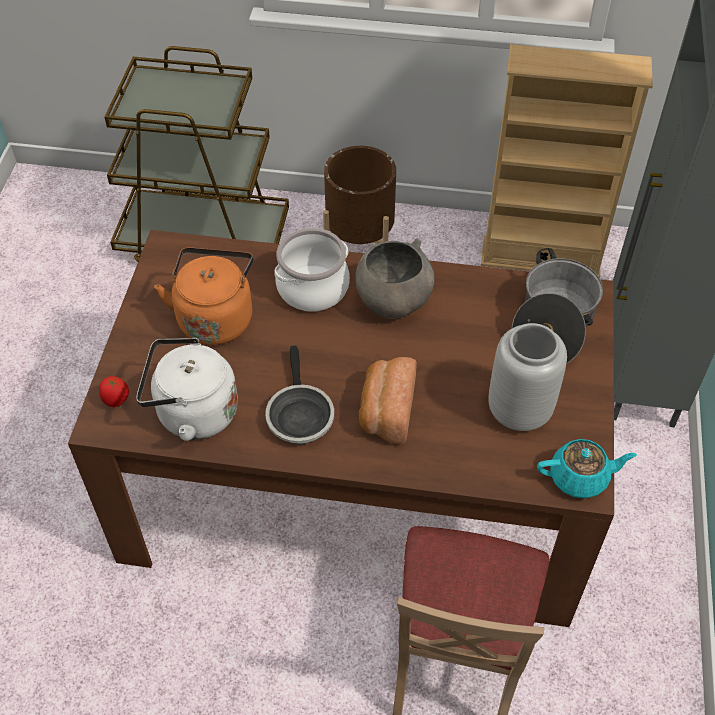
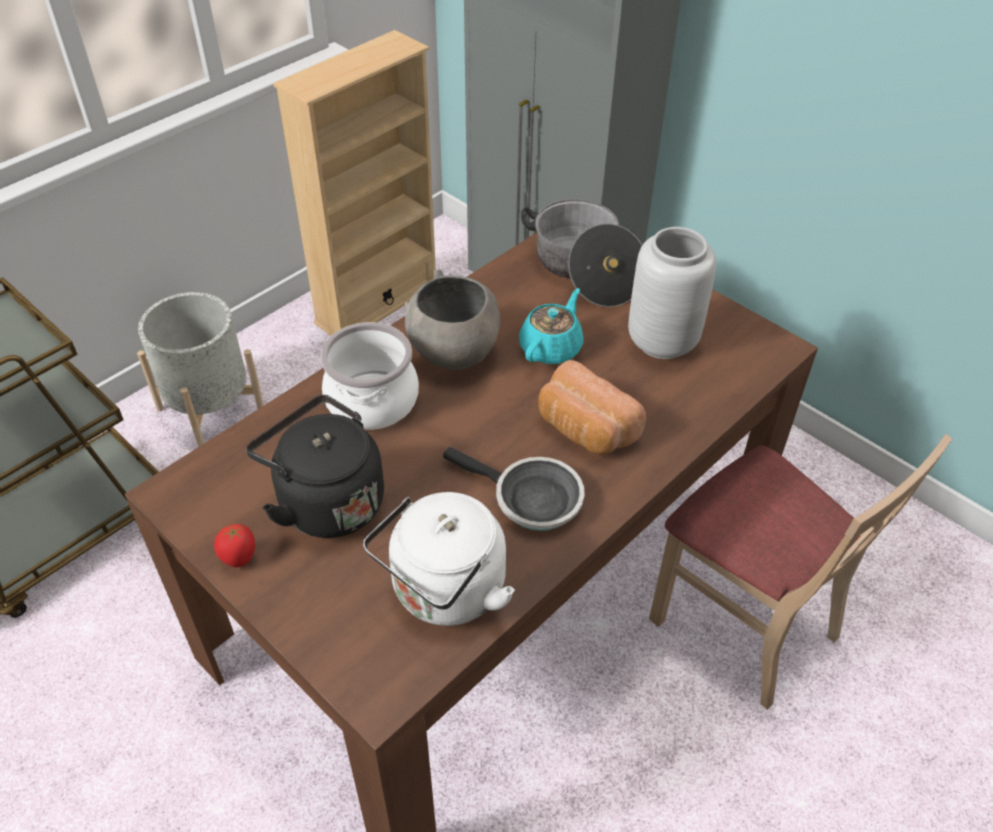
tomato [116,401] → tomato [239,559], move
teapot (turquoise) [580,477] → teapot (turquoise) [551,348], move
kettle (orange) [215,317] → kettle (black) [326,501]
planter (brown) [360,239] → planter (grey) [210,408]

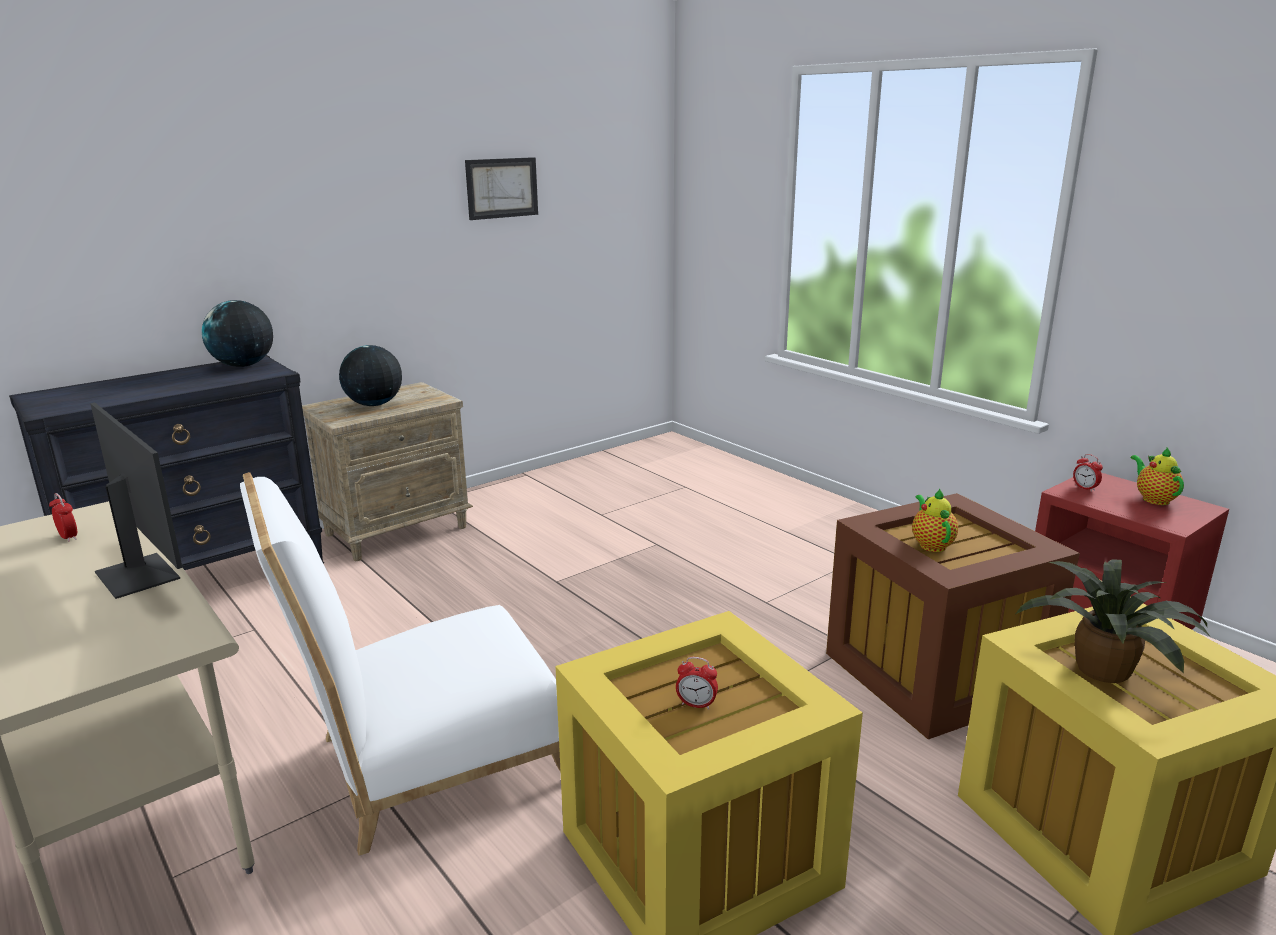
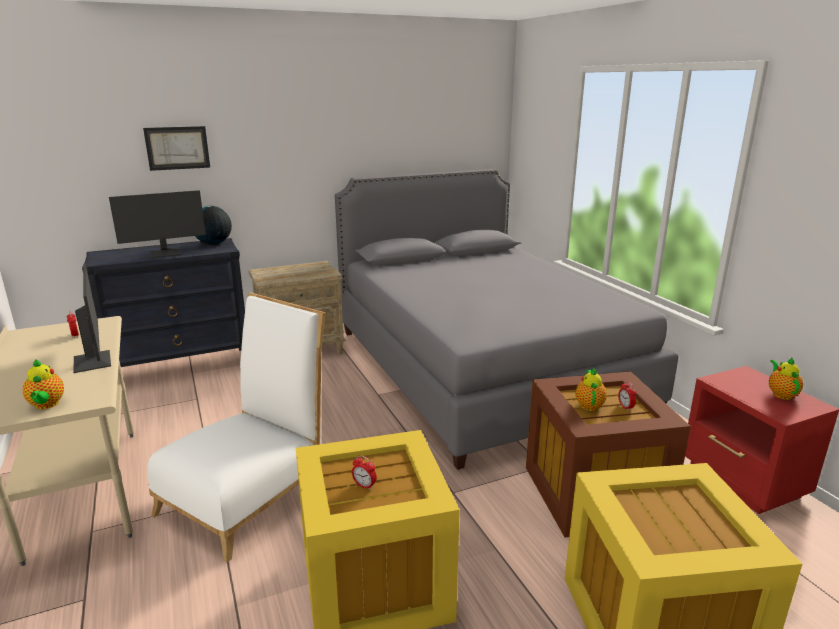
globe [374,404] → -
potted plant [1105,668] → -
- → teapot [46,405]
- → monitor [165,253]
- → bed (grey) [482,368]
picture [502,188] → picture [177,148], move
alarm clock [1085,488] → alarm clock [625,407], move
chair (white) [428,764] → chair (white) [250,494], 135 degrees clockwise

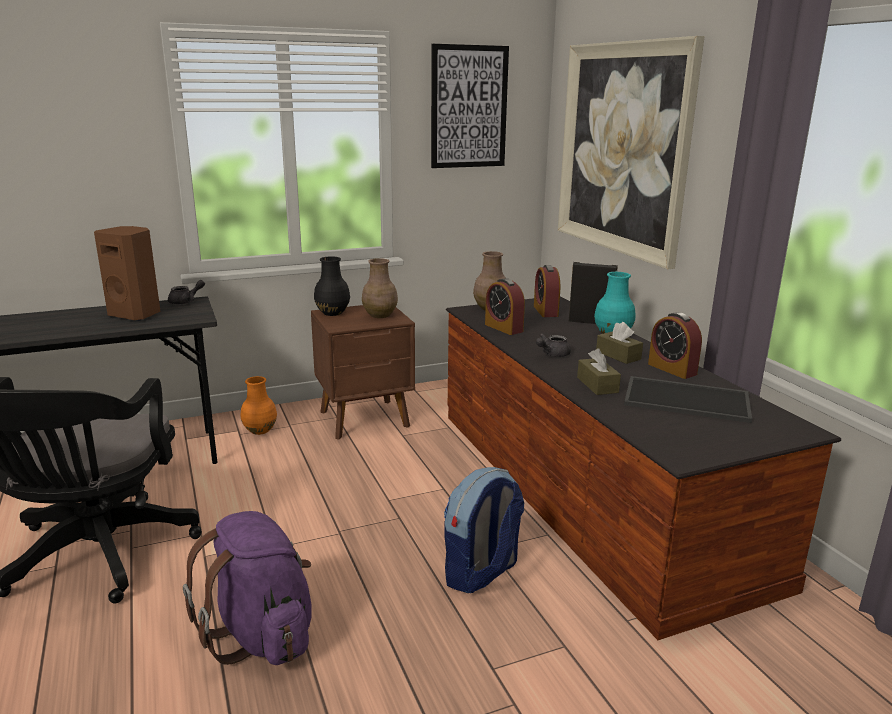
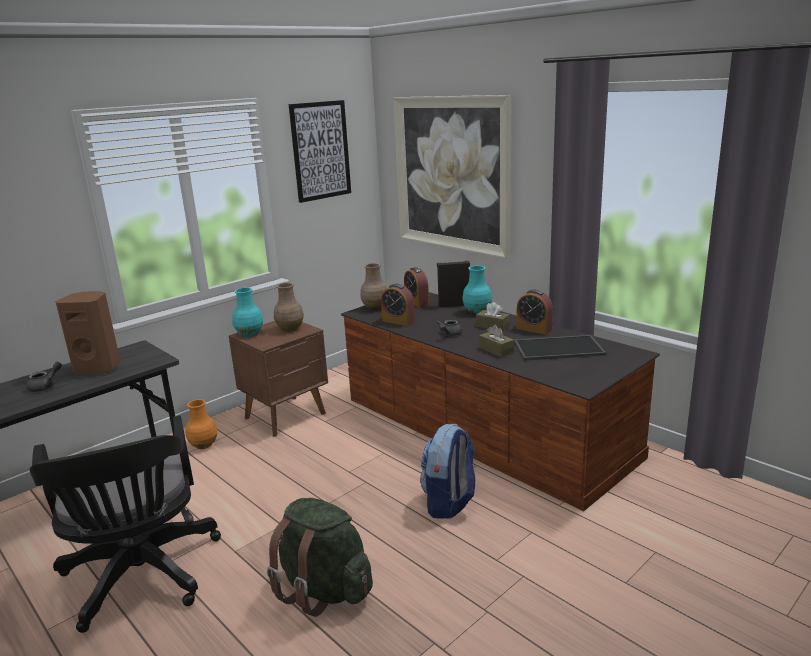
teapot (grey) [186,302] → teapot (grey) [46,386], move
backpack (purple) [262,634] → backpack (green) [324,590]
vase (black) [333,313] → vase (turquoise) [250,334]

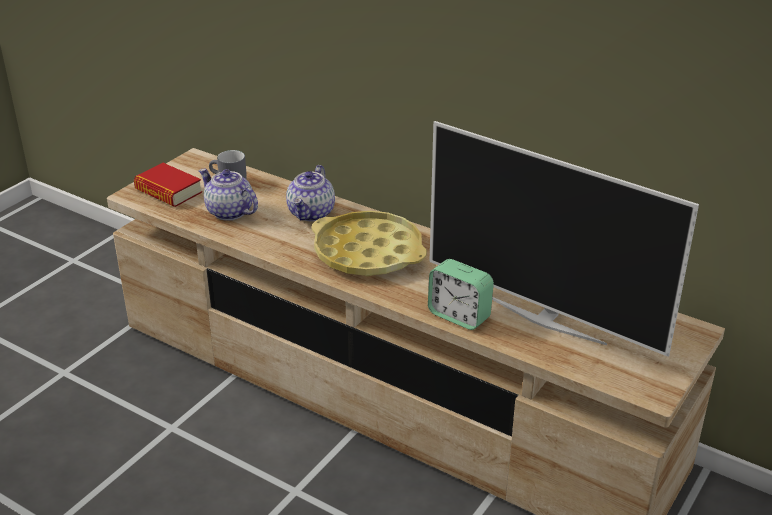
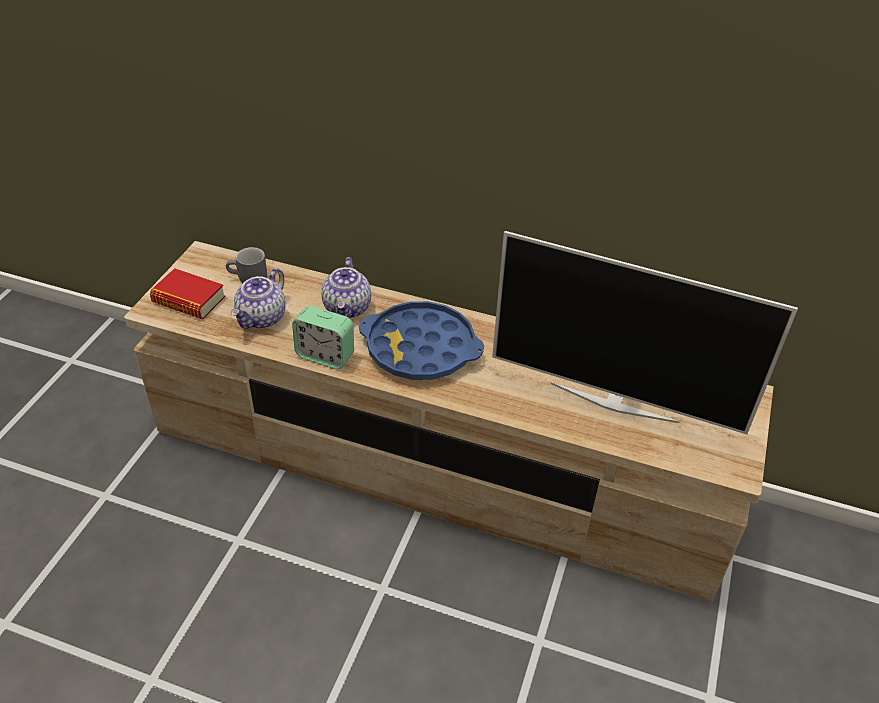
alarm clock [459,316] → alarm clock [325,355], move
tray (yellow) [368,252] → tray (blue) [420,348]
teapot [229,212] → teapot [262,318], 90 degrees counterclockwise

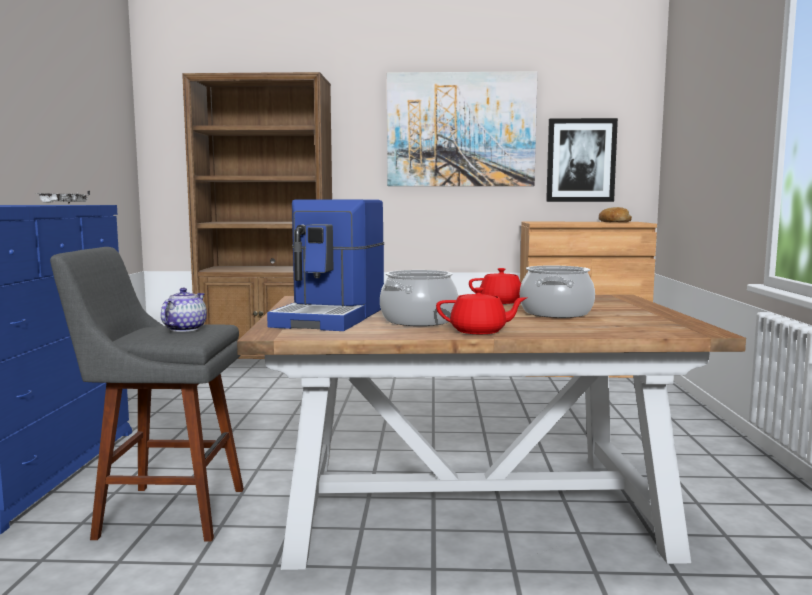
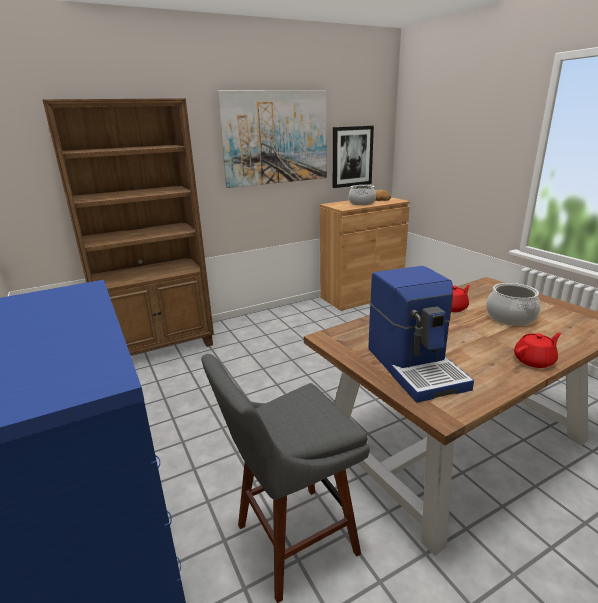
tray (white) [63,204] → -
teapot [184,329] → -
cooking pot [418,320] → cooking pot [361,203], move

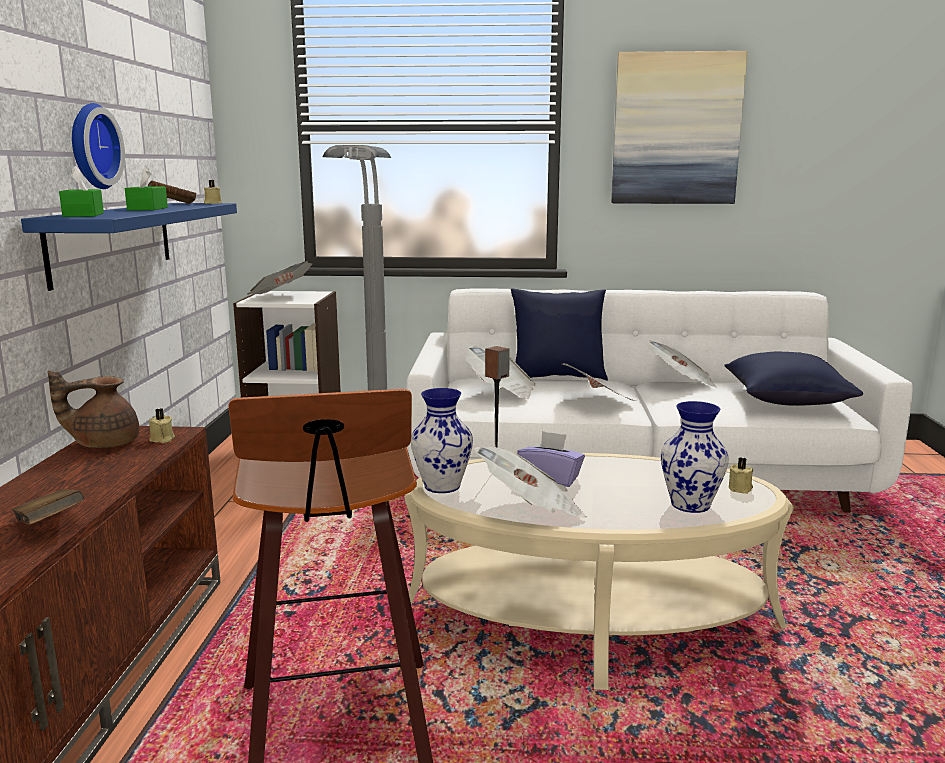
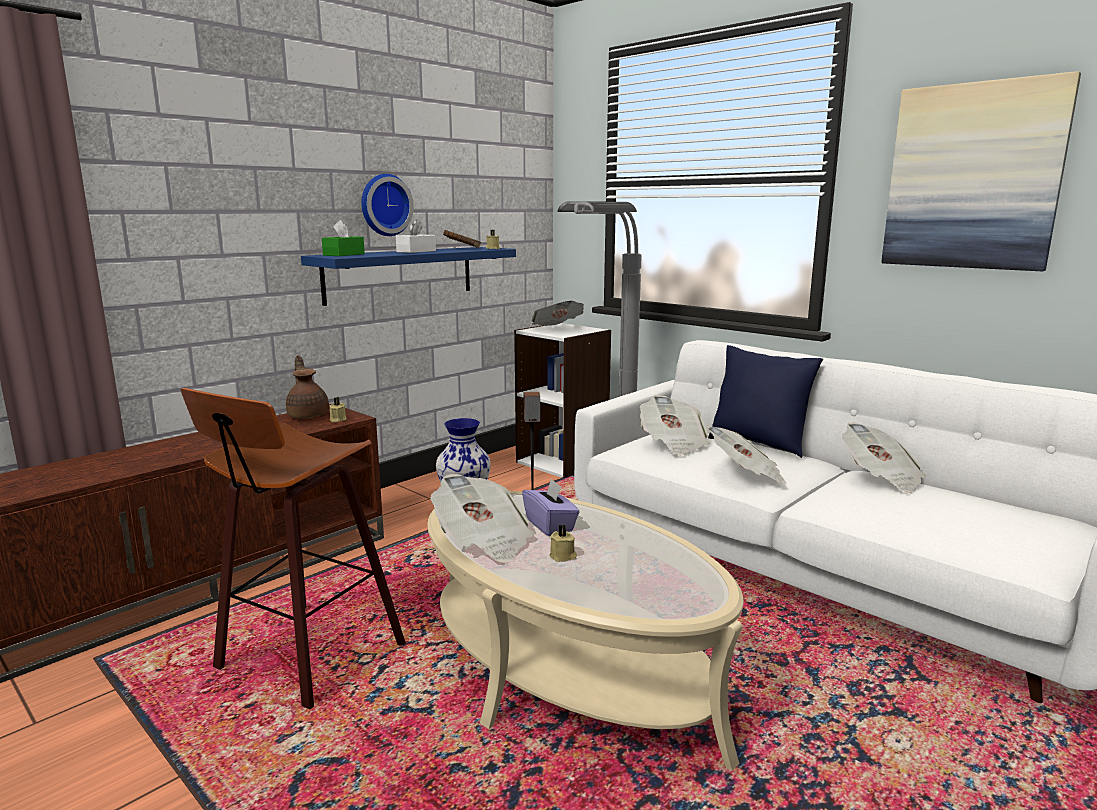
book (brown) [50,525] → -
vase [691,505] → -
pillow (blue) [786,400] → -
candle (beige) [741,488] → candle (beige) [563,556], move
tissue box (green) [148,209] → tissue box (white) [416,251]
teapot (brown) [104,443] → teapot (brown) [308,415], 45 degrees clockwise

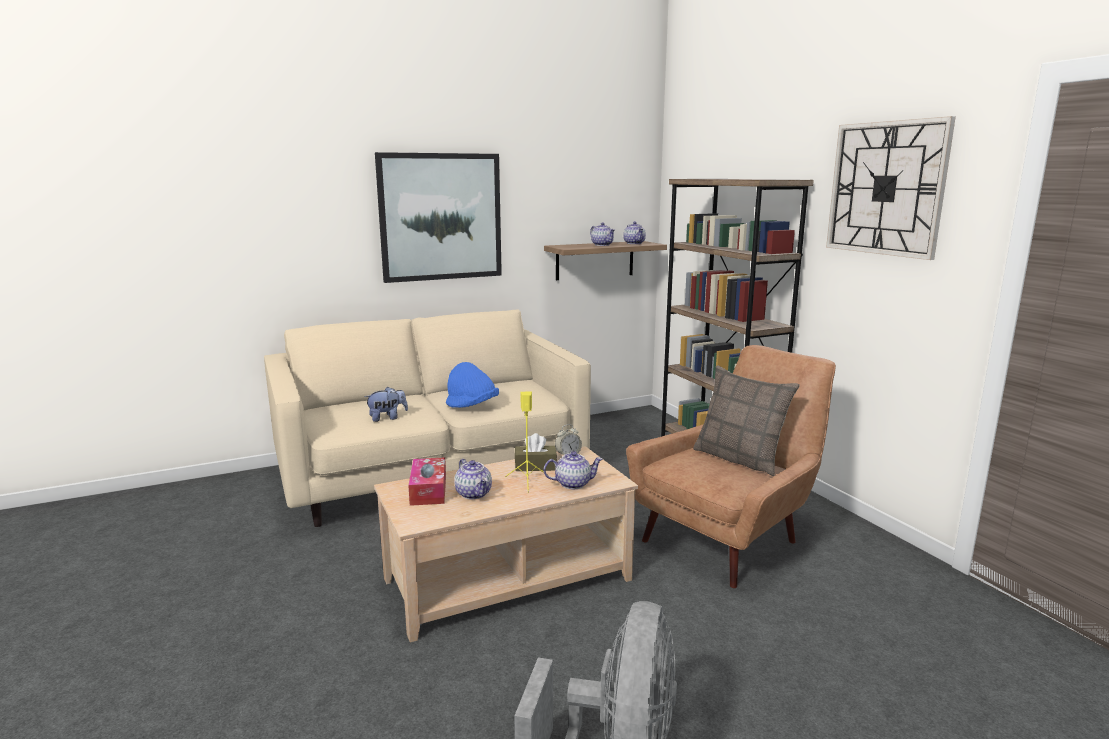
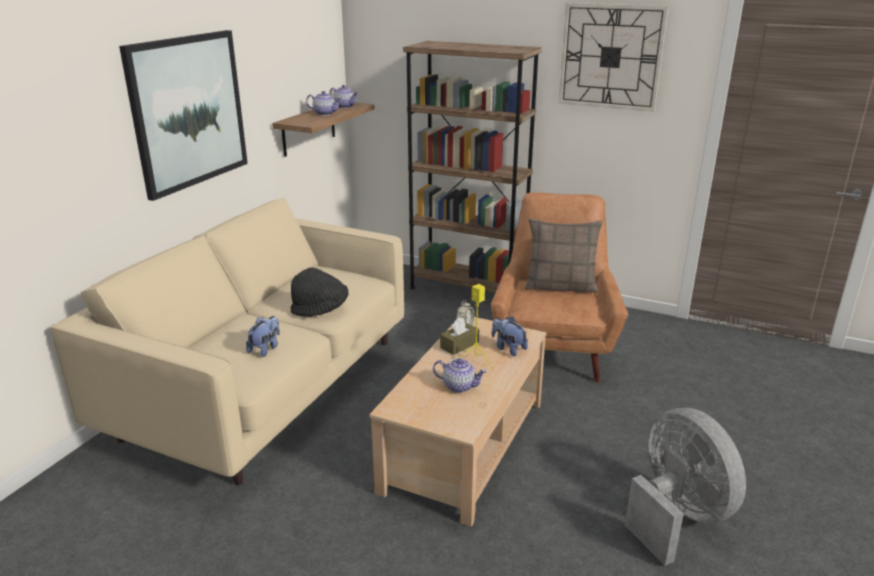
tissue box [428,490] → -
teapot [573,484] → plush toy [508,348]
hat (blue) [472,407] → hat (black) [320,310]

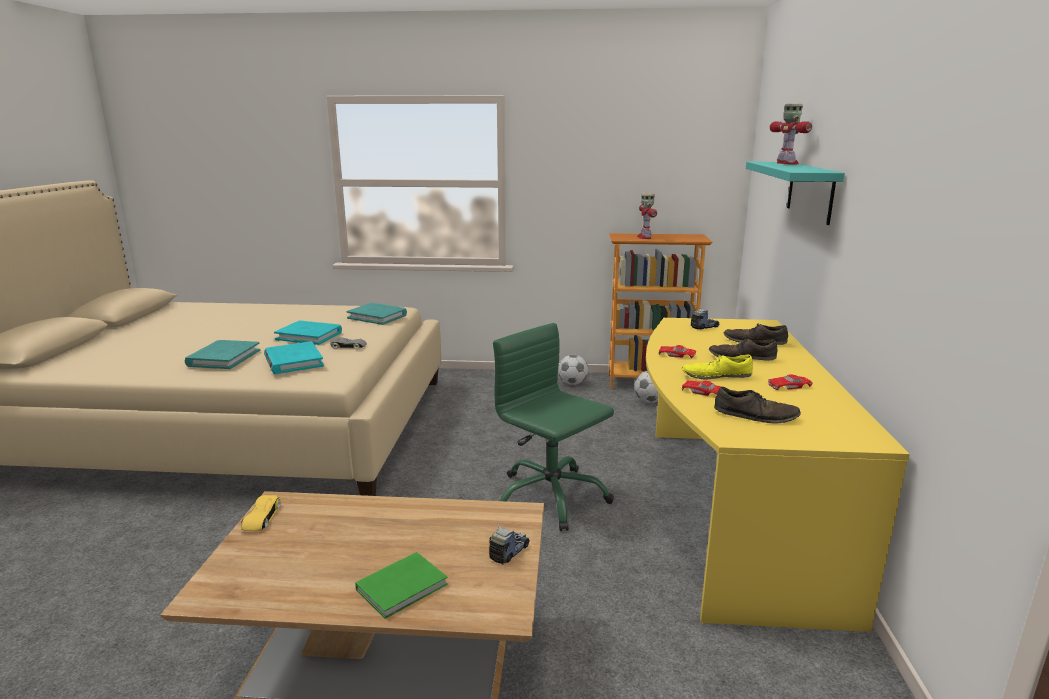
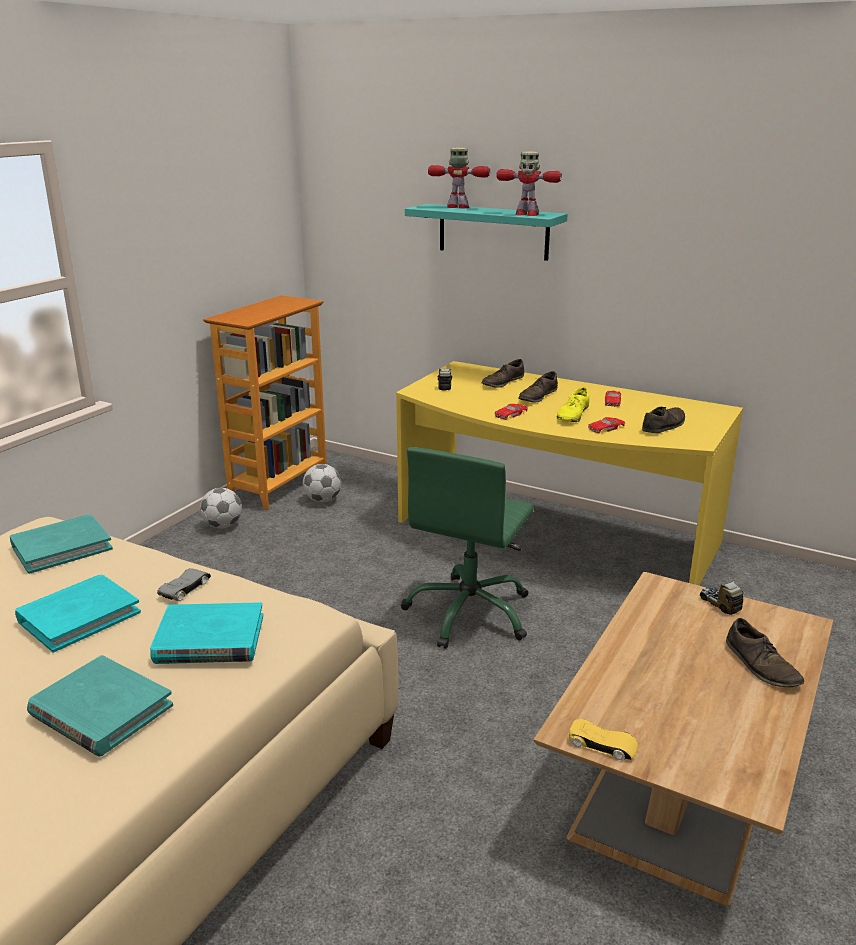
toy robot [644,237] → toy robot [526,214], move
book (green) [404,586] → shoe (brown) [761,665]
office chair (green) [550,497] → office chair (green) [469,613], 45 degrees counterclockwise

